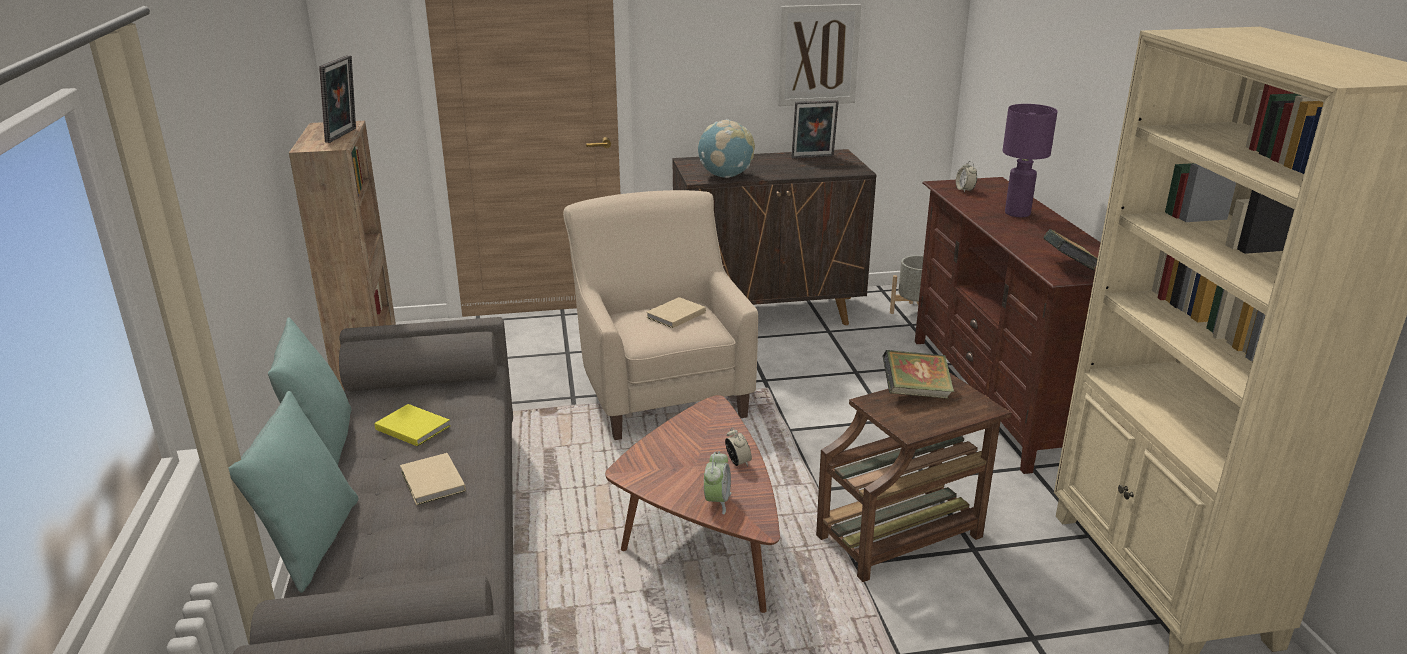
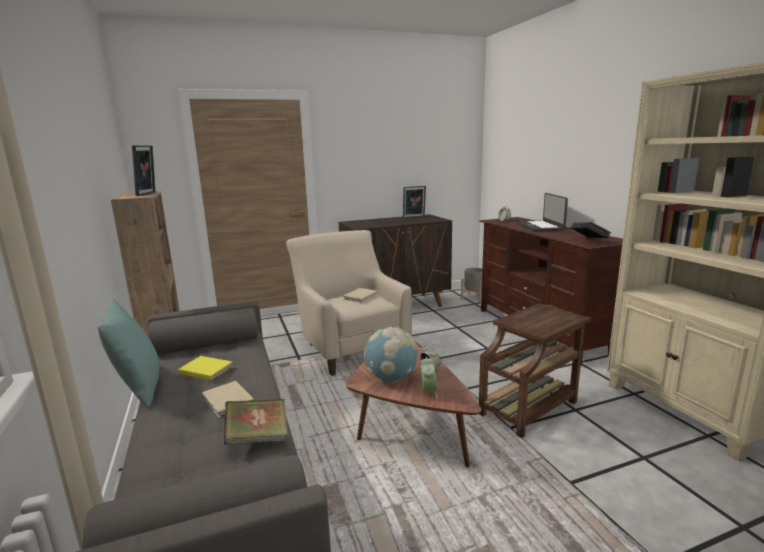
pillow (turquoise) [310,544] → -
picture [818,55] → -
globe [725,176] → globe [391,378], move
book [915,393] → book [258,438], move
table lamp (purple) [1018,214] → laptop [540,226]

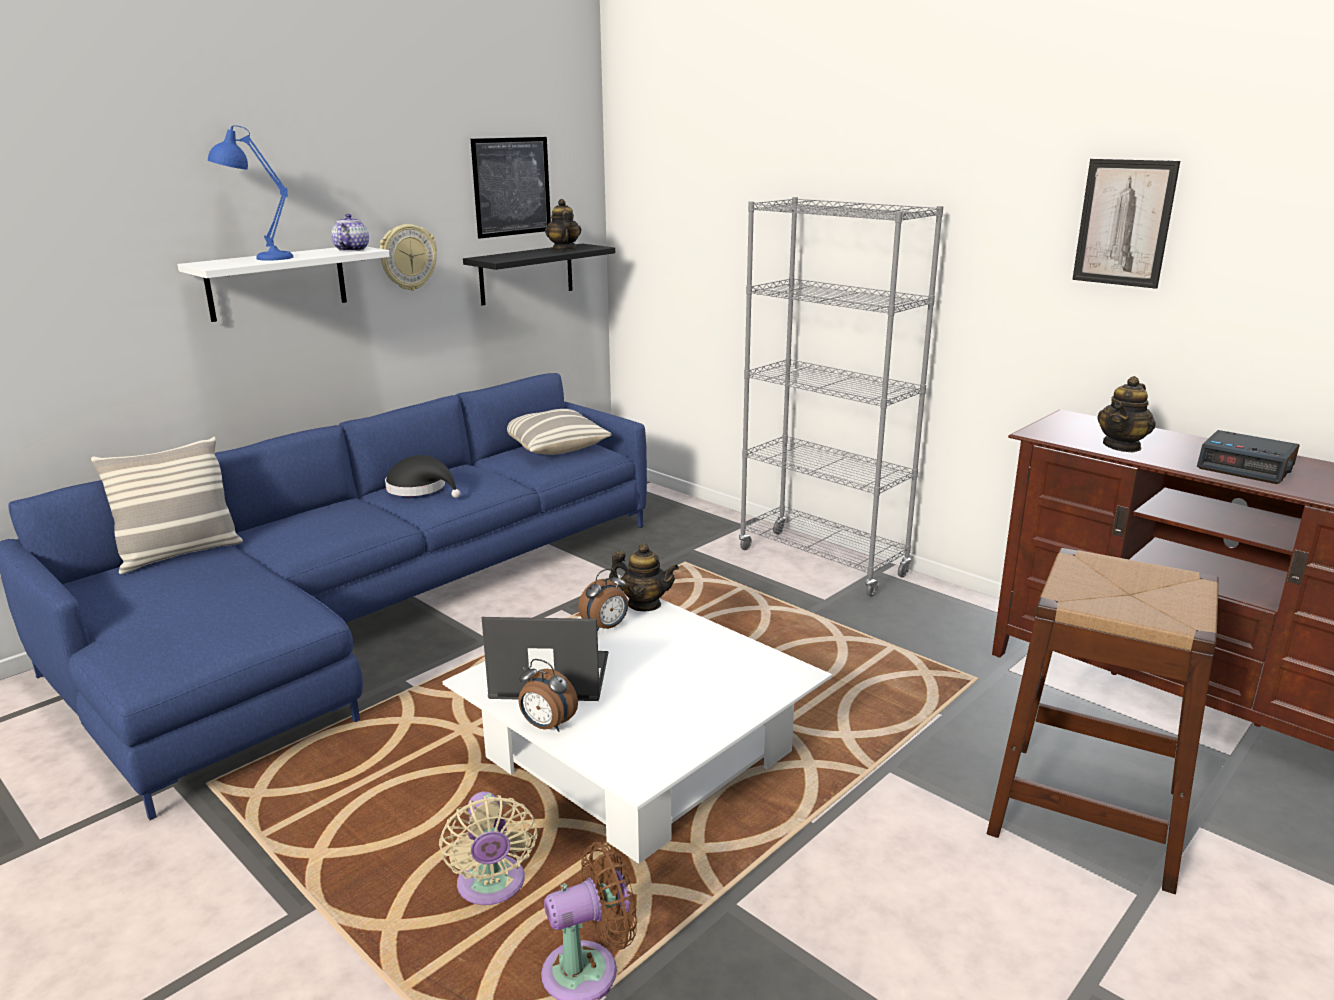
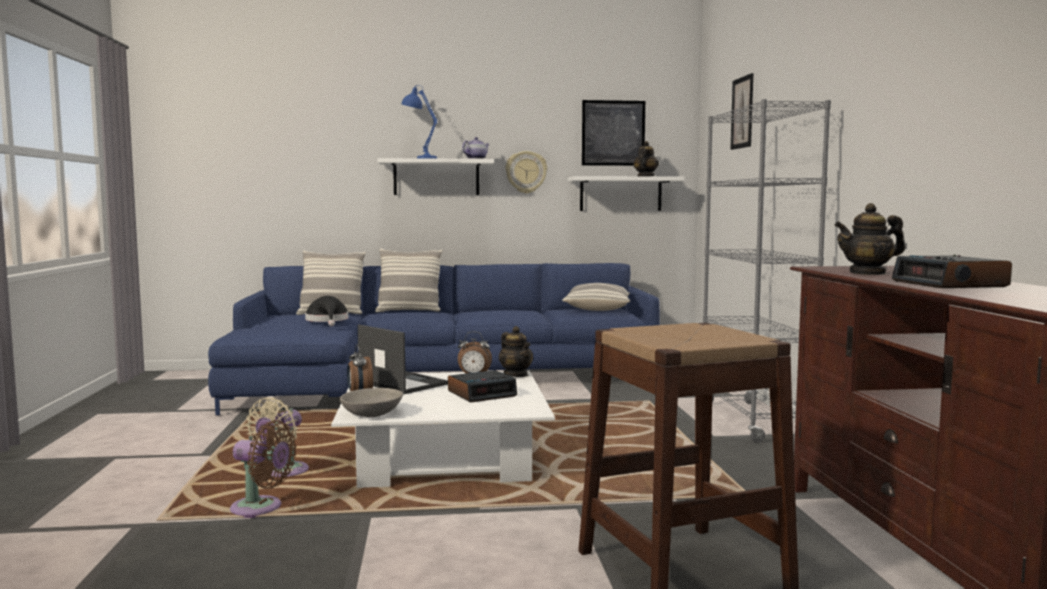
- → bowl (grey) [371,413]
- → pillow [409,311]
- → alarm clock [482,393]
hat (black) [420,489] → hat (black) [327,321], move
picture [1124,223] → picture [742,112], move
shelf (black) [526,274] → shelf (white) [620,194]

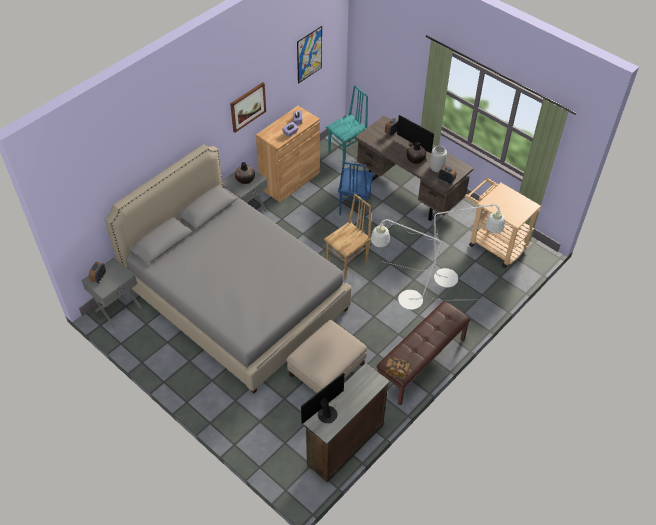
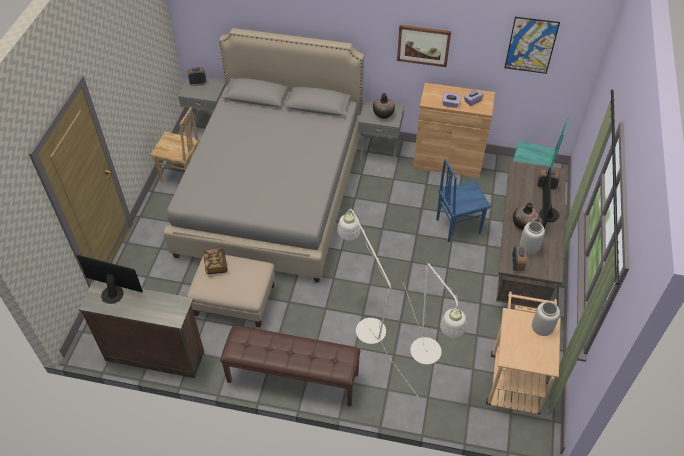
- → vase (grey) [542,329]
chair (brown) [348,263] → chair (brown) [182,176], move
book [397,370] → book [216,265], move

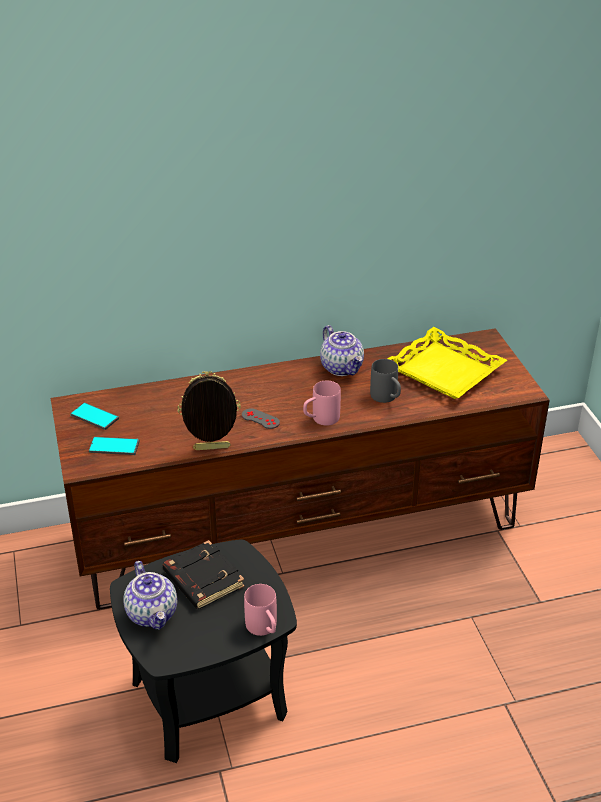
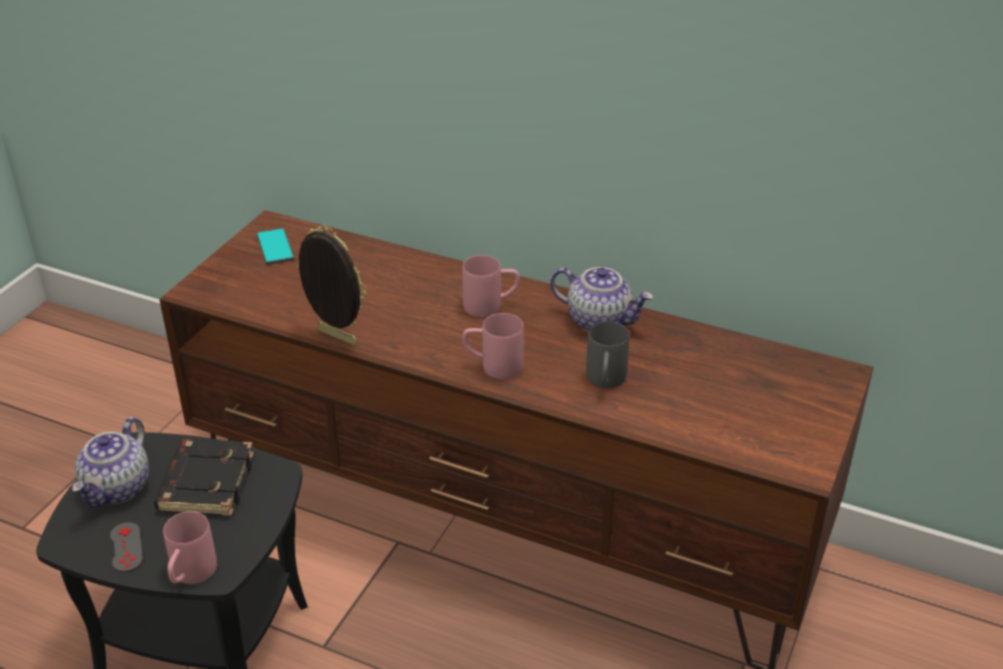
phone [114,446] → -
tray (yellow) [443,371] → -
- → mug (pink) [491,306]
game controller (grey) [260,419] → game controller (grey) [126,547], move
teapot [342,368] → teapot [600,321], 75 degrees counterclockwise

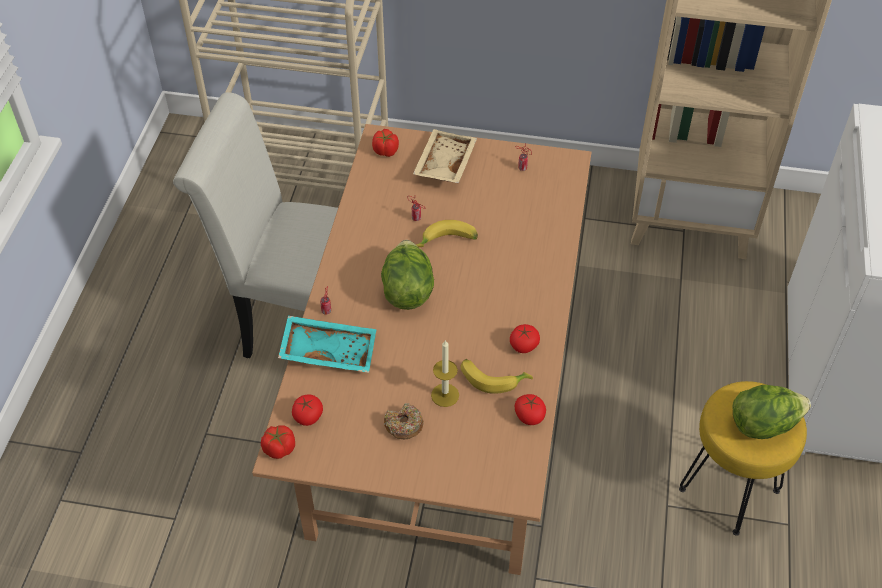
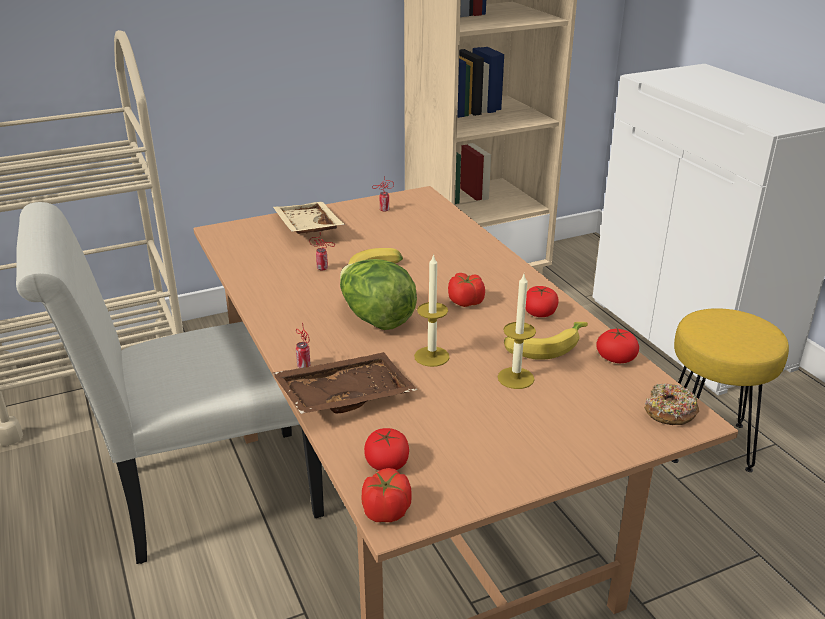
lettuce [764,424] → -
- → candle [431,356]
tomato [386,151] → tomato [466,302], move
donut [403,425] → donut [669,412], move
tray (turquoise) [329,350] → tray (brown) [344,395]

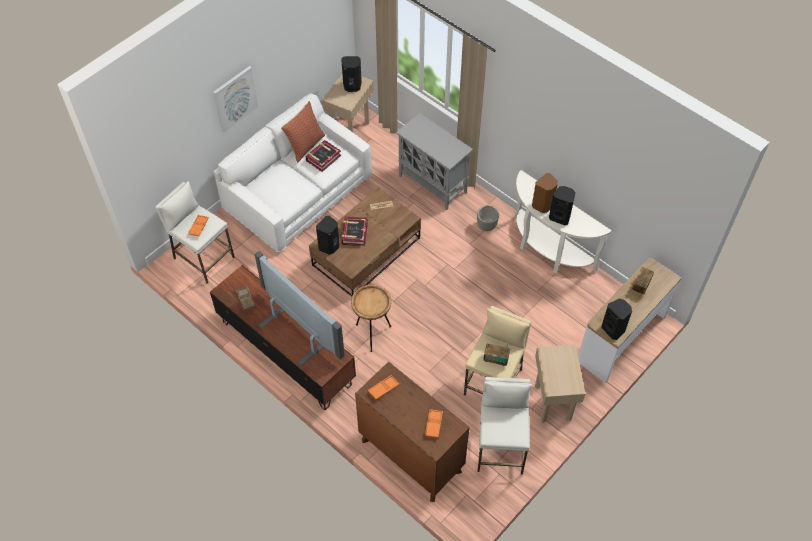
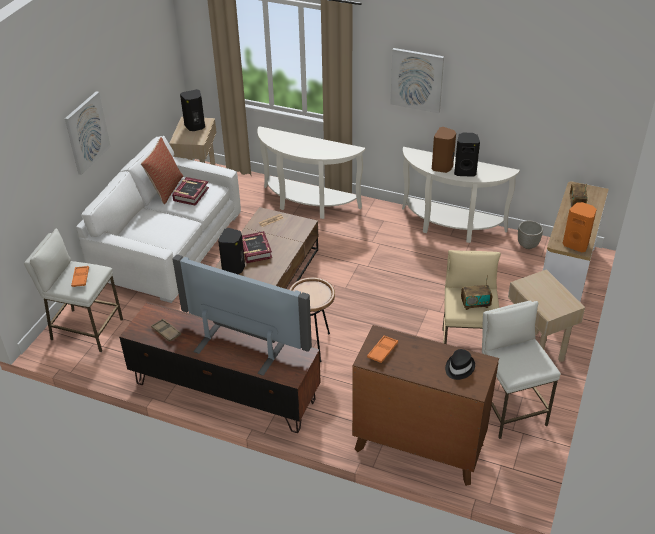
- → picture [417,80]
planter [487,226] → planter [528,245], move
cabinet (grey) [433,184] → console table (white) [307,204]
tray (orange) [433,424] → hat (black) [459,367]
speaker (black) [613,329] → speaker (orange) [576,244]

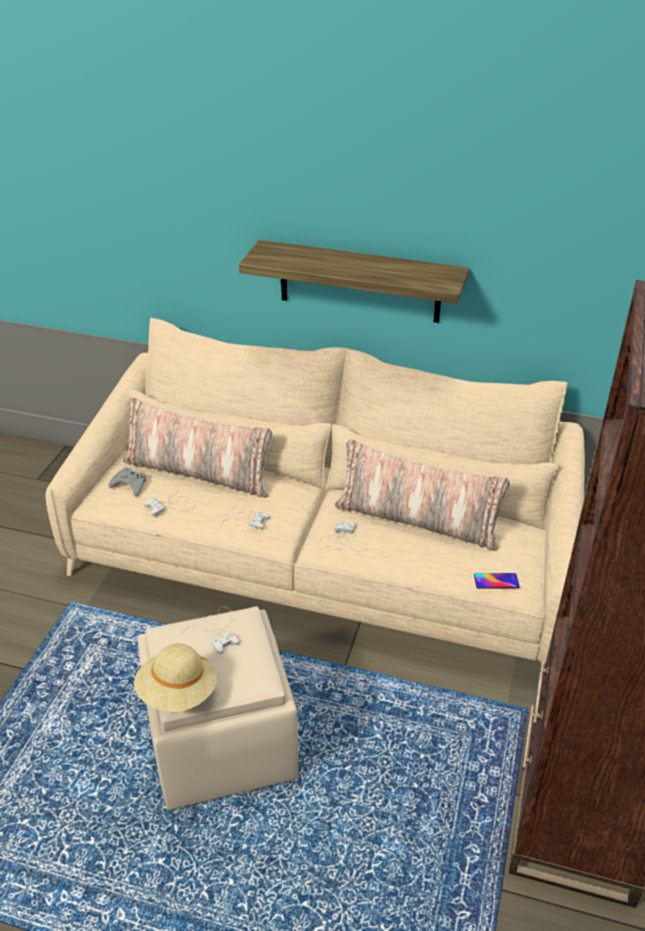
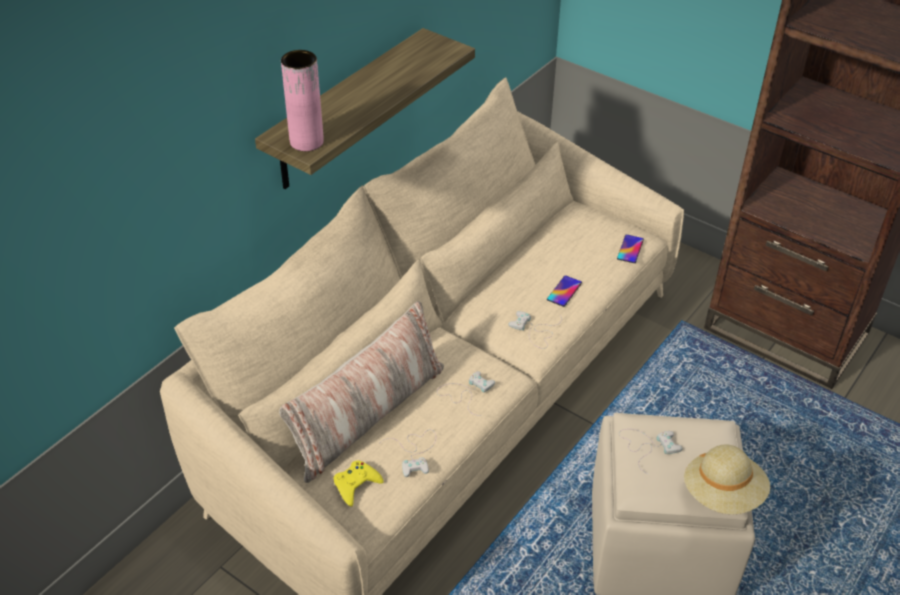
pillow [417,520] → -
- → vase (pink) [306,142]
- → phone [564,291]
game controller (grey) [130,485] → game controller (yellow) [356,485]

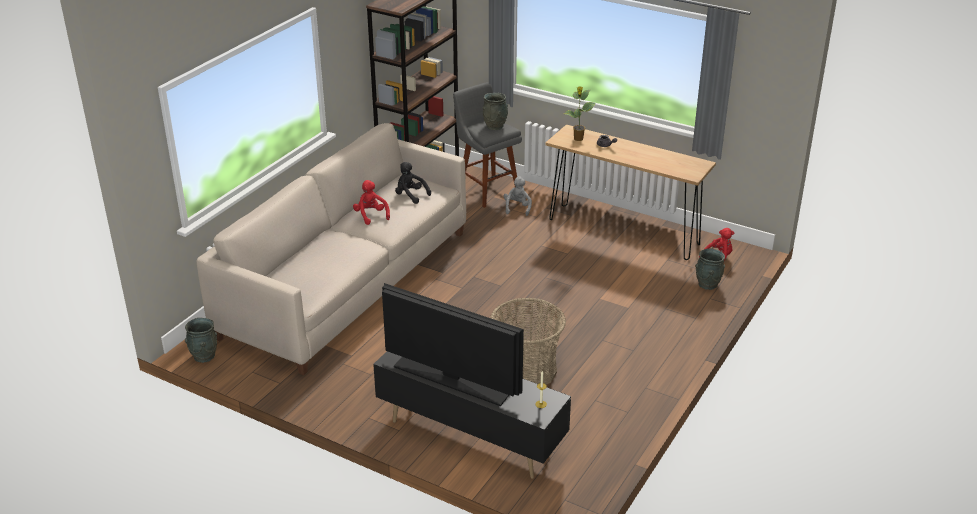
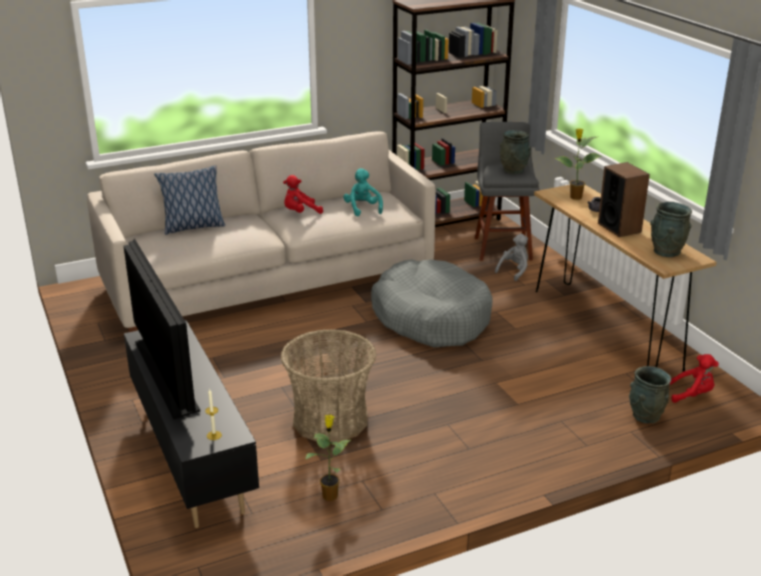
- → pillow [193,227]
- → potted plant [330,495]
- → dog bed (grey) [431,318]
- → speaker [619,227]
vase (grey) [204,356] → vase (grey) [666,252], move
plush toy (black) [410,195] → plush toy (turquoise) [362,209]
plush toy (red) [371,215] → plush toy (red) [300,213], 120 degrees counterclockwise

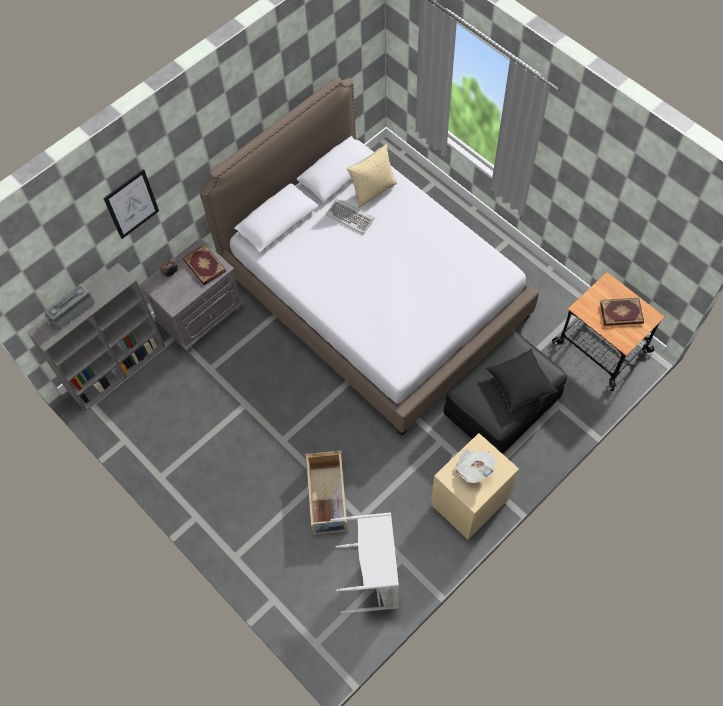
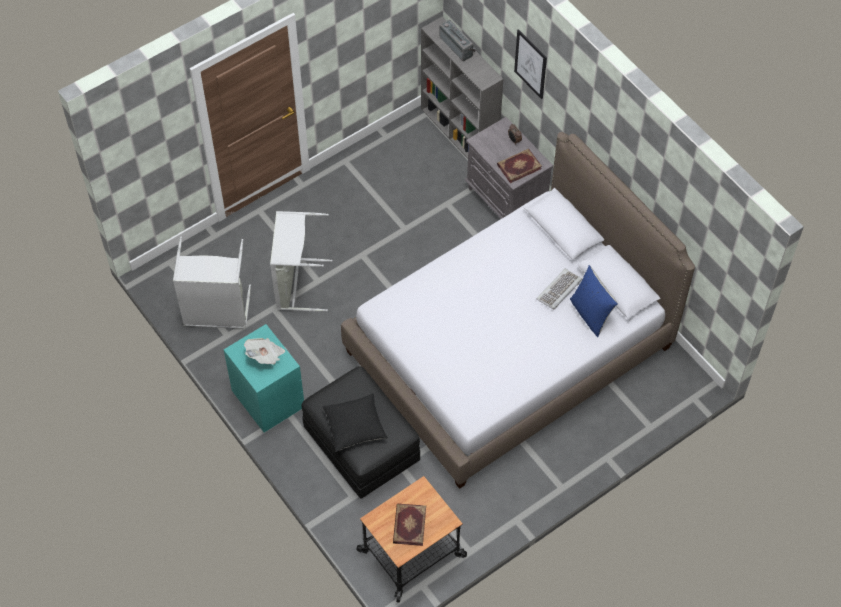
storage box (beige) [328,499] → laundry basket (grey) [296,284]
pillow (beige) [372,190] → pillow (blue) [591,314]
nightstand (beige) [469,501] → nightstand (turquoise) [268,398]

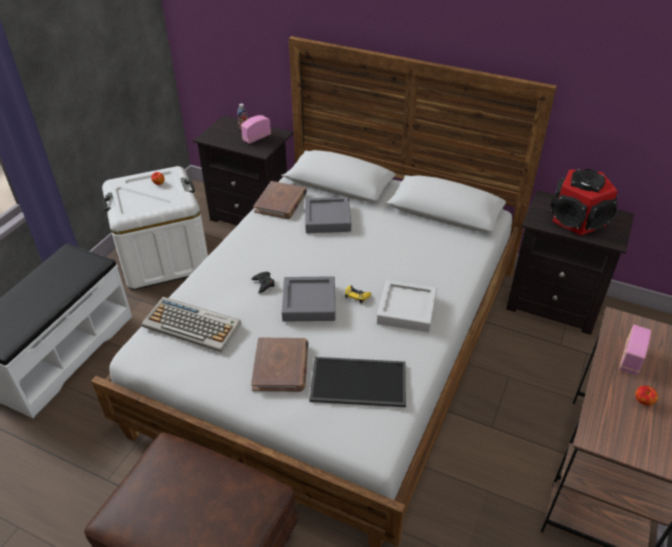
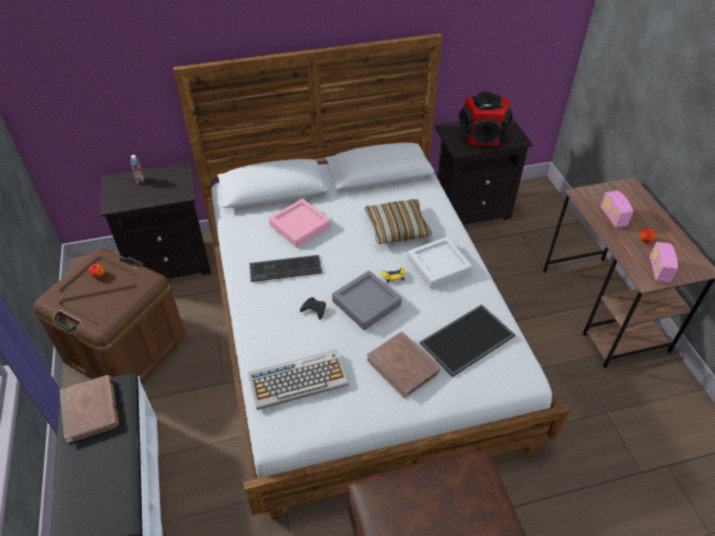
- → keyboard [285,268]
- → pillow [397,228]
radio [256,138] → radio [658,270], move
book (brown) [281,202] → book (brown) [91,410], move
storage box (white) [163,257] → storage box (brown) [125,348]
tray (grey) [327,219] → tray (pink) [300,226]

